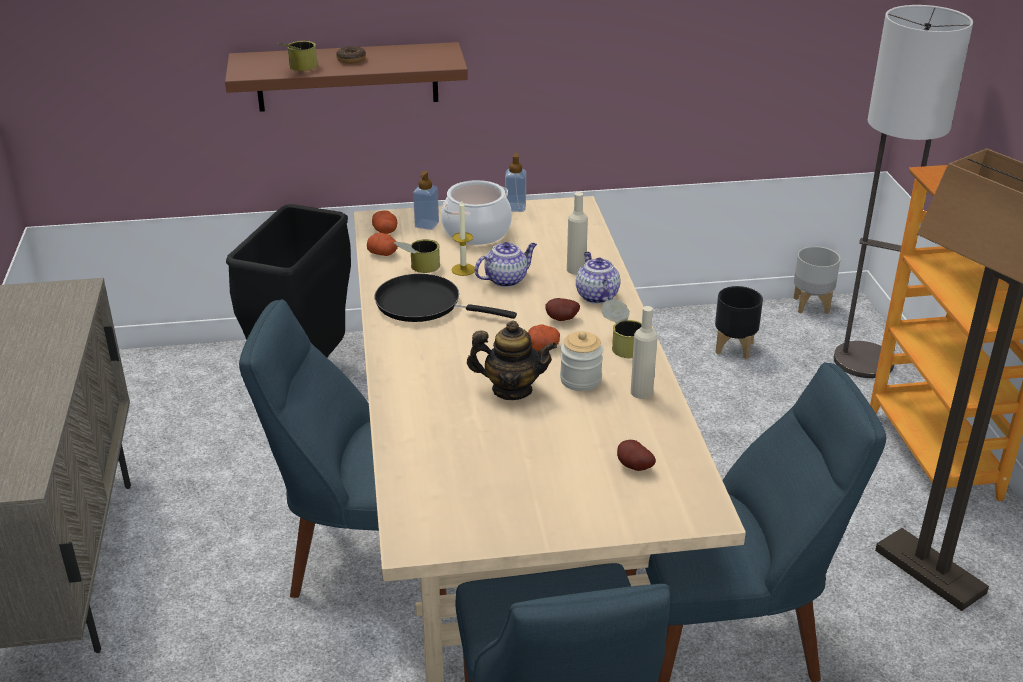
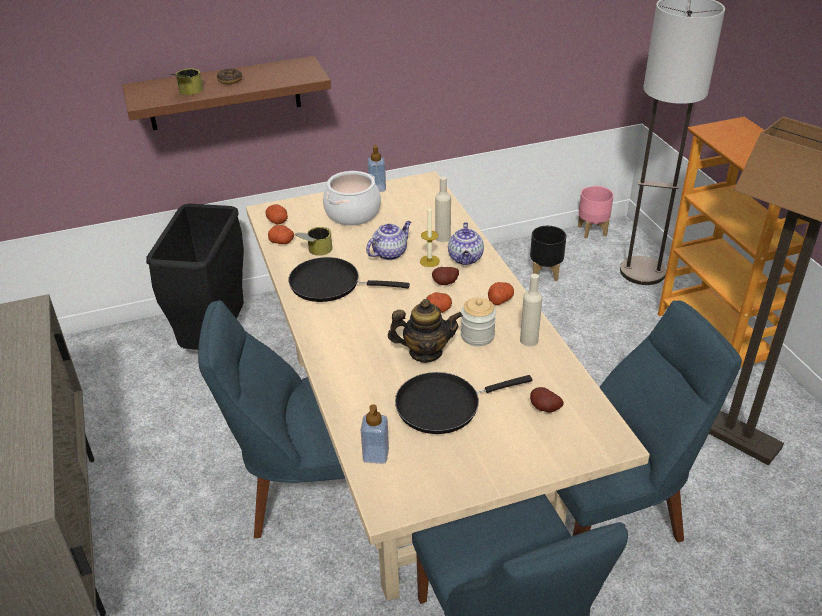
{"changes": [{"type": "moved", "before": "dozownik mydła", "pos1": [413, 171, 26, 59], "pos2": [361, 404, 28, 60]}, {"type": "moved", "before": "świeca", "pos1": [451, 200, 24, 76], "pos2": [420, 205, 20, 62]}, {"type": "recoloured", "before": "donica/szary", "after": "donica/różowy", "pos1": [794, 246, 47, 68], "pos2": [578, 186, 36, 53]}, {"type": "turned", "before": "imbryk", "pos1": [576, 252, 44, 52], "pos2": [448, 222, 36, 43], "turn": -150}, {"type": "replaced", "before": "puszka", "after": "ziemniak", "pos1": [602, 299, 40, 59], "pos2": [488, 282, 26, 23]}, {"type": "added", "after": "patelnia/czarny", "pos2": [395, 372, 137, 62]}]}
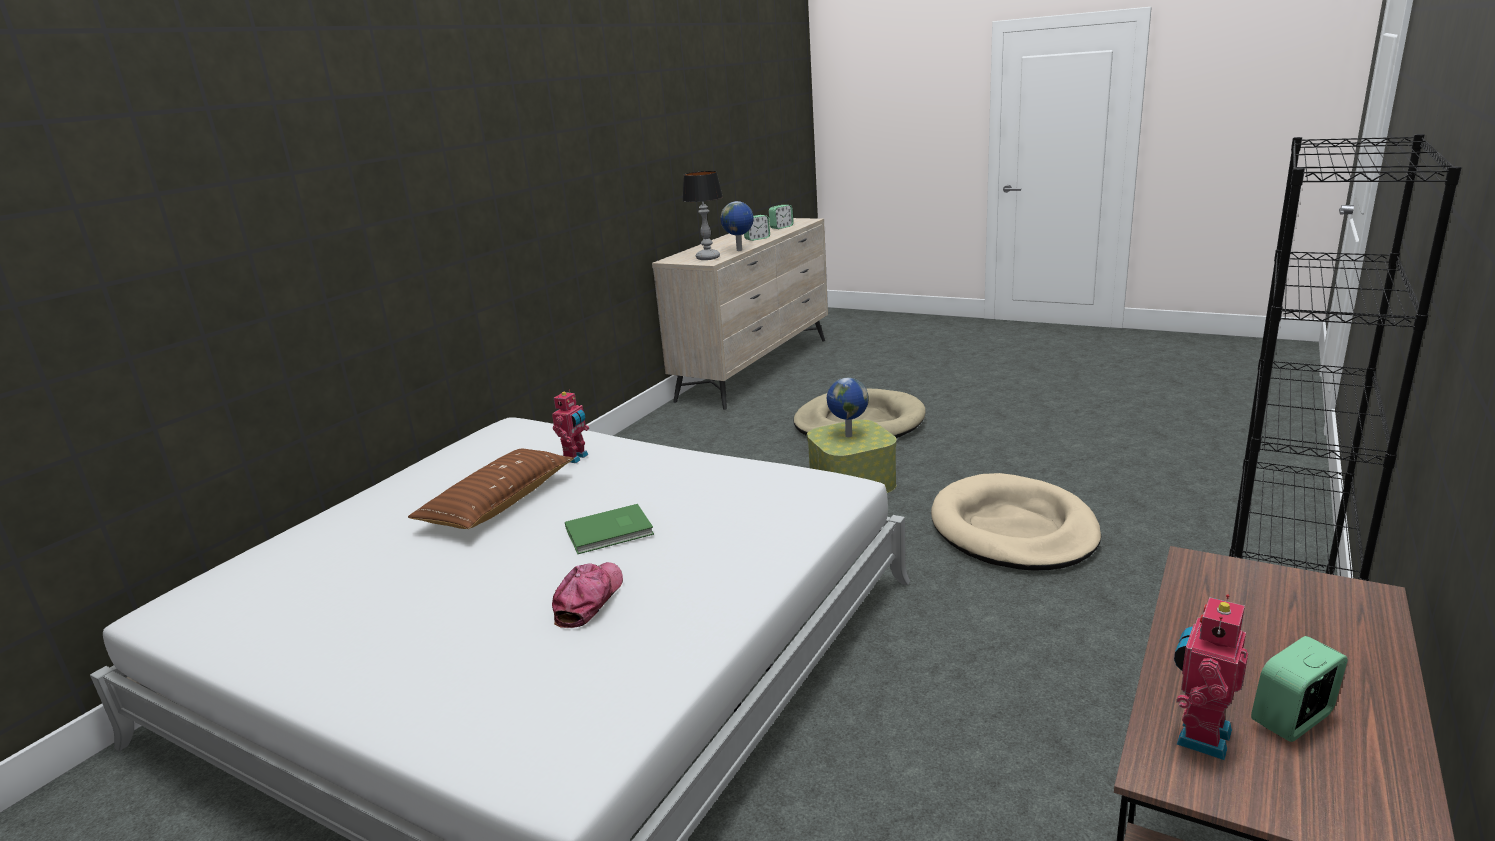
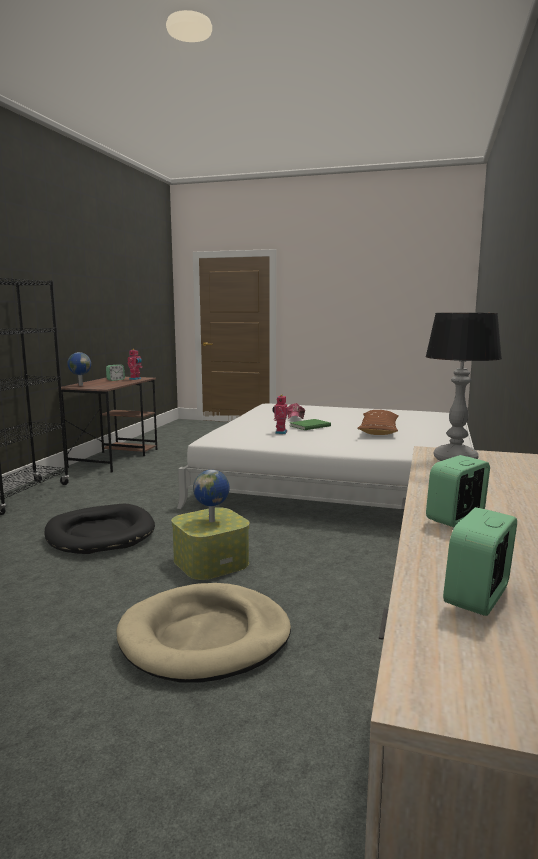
{"changes": [{"type": "moved", "before": "globus", "pos1": [721, 201, 32, 50], "pos2": [67, 352, 24, 34]}, {"type": "moved", "before": "robot zabawkowy", "pos1": [552, 390, 37, 73], "pos2": [272, 395, 16, 39]}, {"type": "recoloured", "before": "legowisko/beżowy", "after": "legowisko/czarny", "pos1": [931, 473, 170, 98], "pos2": [44, 504, 111, 50]}]}
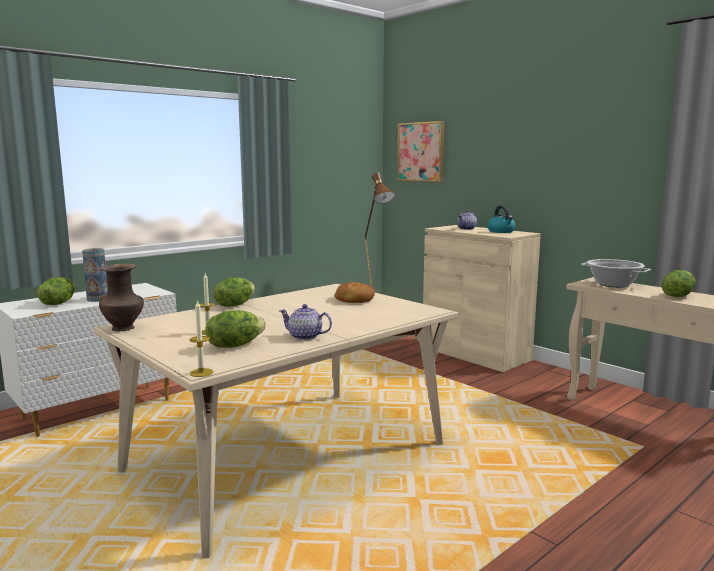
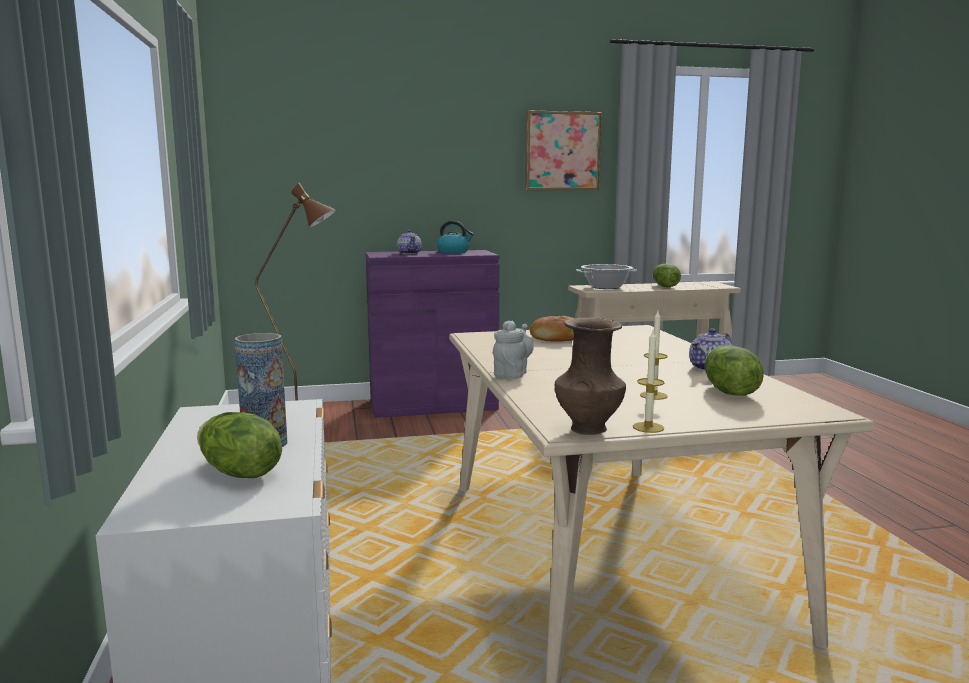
{"changes": [{"type": "moved", "before": "obraz", "pos1": [397, 121, 48, 61], "pos2": [525, 110, 77, 80]}, {"type": "recoloured", "before": "szafka/beżowy", "after": "szafka/fioletowy", "pos1": [423, 225, 118, 147], "pos2": [366, 250, 133, 168]}, {"type": "replaced", "before": "sałata", "after": "imbryk/szary", "pos1": [213, 278, 42, 29], "pos2": [493, 320, 40, 59]}, {"type": "moved", "before": "świeca", "pos1": [189, 300, 24, 77], "pos2": [633, 330, 31, 103]}]}
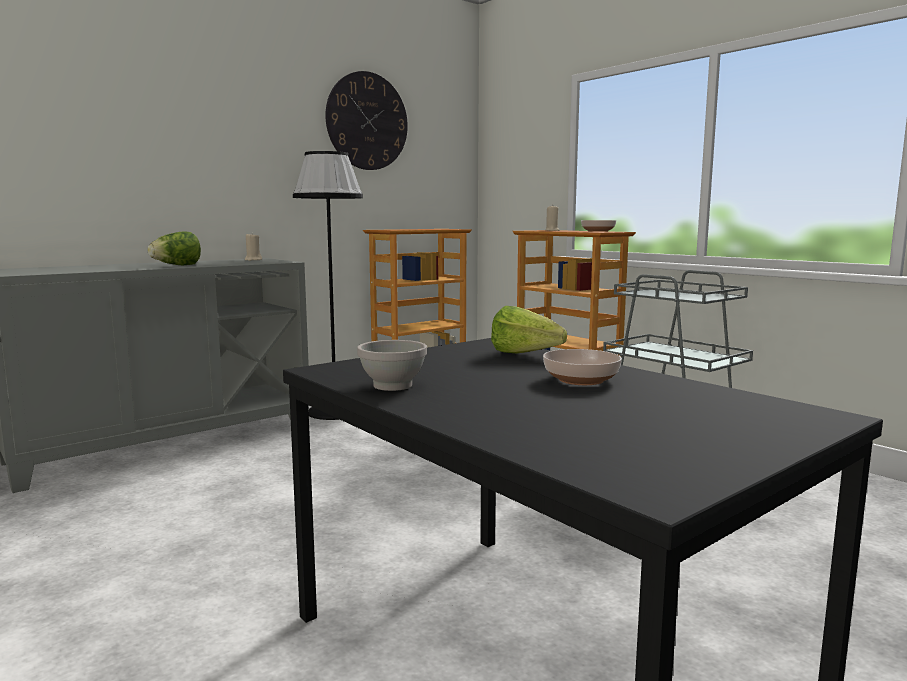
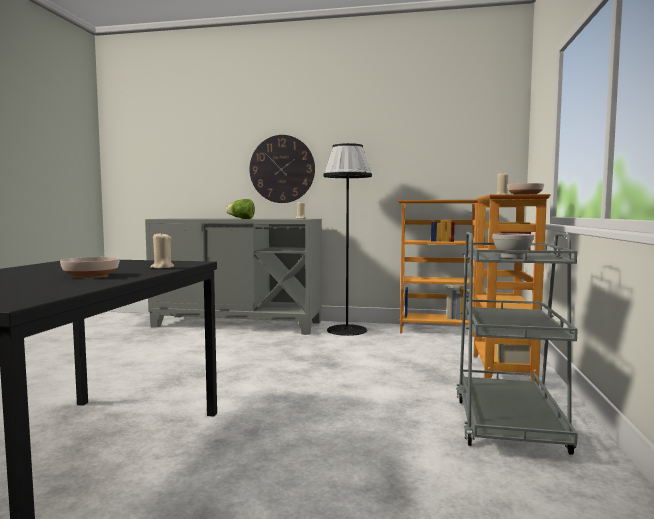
{"changes": [{"type": "moved", "before": "zegar ścienny", "pos1": [325, 71, 83, 99], "pos2": [250, 135, 65, 68]}, {"type": "replaced", "before": "sałata", "after": "świeca/beżowy", "pos1": [491, 306, 76, 48], "pos2": [150, 232, 24, 37]}, {"type": "moved", "before": "miska/biały", "pos1": [357, 340, 70, 51], "pos2": [492, 233, 42, 26]}]}
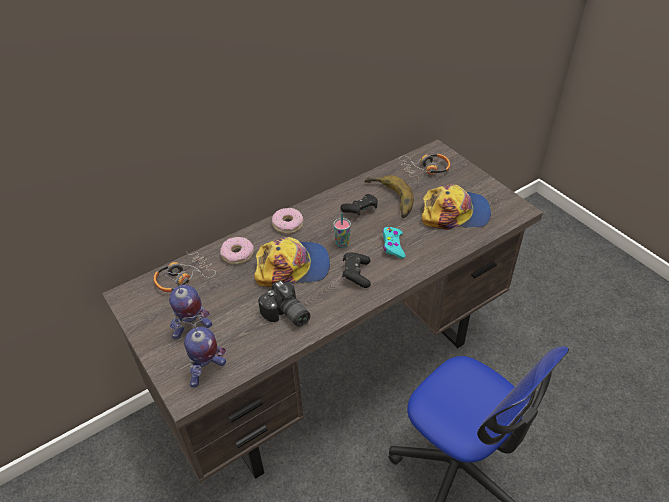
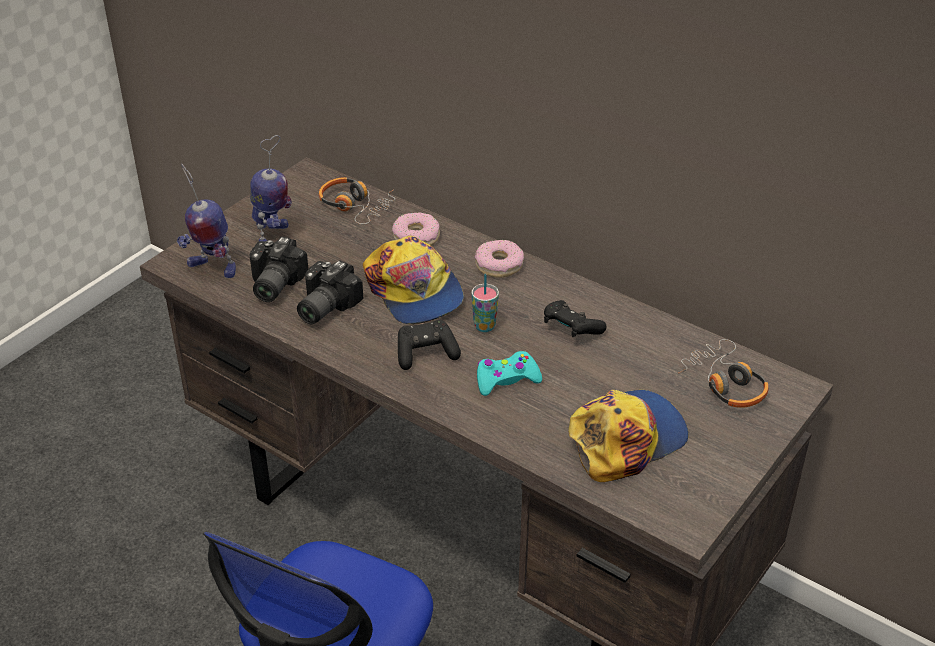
{"changes": [{"type": "removed", "before": "banan", "pos1": [364, 175, 50, 43]}, {"type": "turned", "before": "czapka z daszkiem", "pos1": [421, 184, 70, 46], "pos2": [568, 390, 121, 92], "turn": -105}, {"type": "turned", "before": "robot zabawkowy", "pos1": [164, 272, 48, 68], "pos2": [250, 135, 42, 106], "turn": -120}, {"type": "added", "after": "aparat fotograficzny", "pos2": [250, 237, 58, 65]}]}
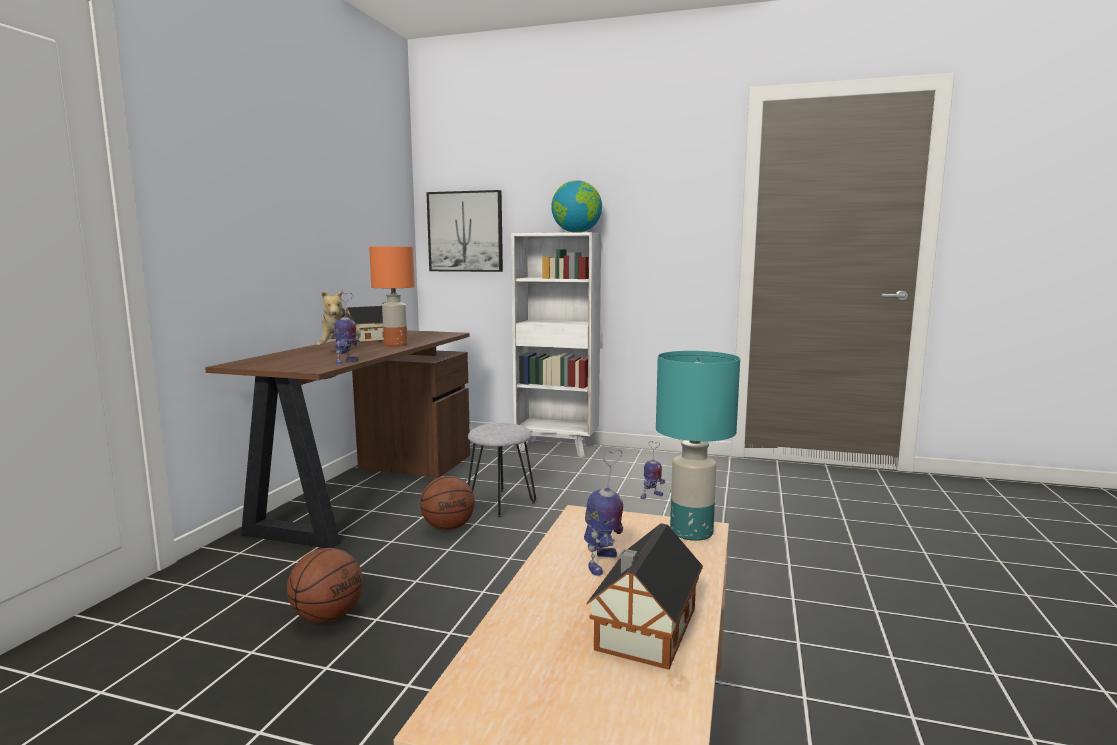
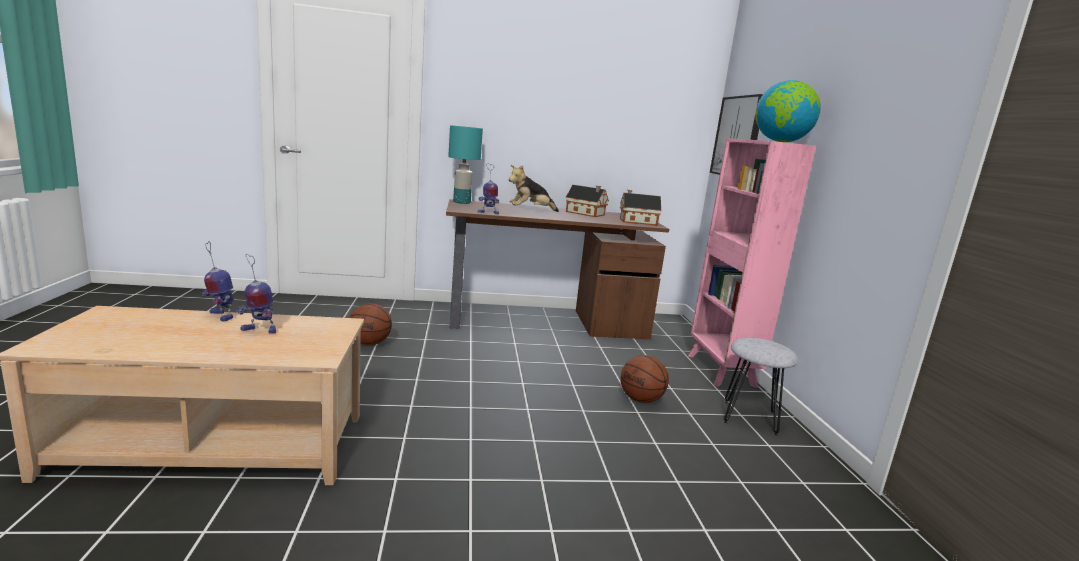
{"changes": [{"type": "recoloured", "before": "regał/biały", "after": "regał/różowy", "pos1": [511, 232, 90, 225], "pos2": [688, 138, 128, 250]}, {"type": "removed", "before": "lampa stołowa/pomarańczowy", "pos1": [369, 246, 46, 100]}, {"type": "moved", "before": "lampa stołowa/turkusowy", "pos1": [656, 351, 84, 190], "pos2": [448, 125, 35, 79]}, {"type": "moved", "before": "stołek/szary", "pos1": [468, 423, 68, 95], "pos2": [723, 338, 76, 98]}, {"type": "moved", "before": "robot zabawkowy", "pos1": [641, 441, 24, 58], "pos2": [202, 241, 32, 80]}, {"type": "moved", "before": "piłka do koszykówki", "pos1": [420, 476, 55, 55], "pos2": [621, 355, 48, 48]}, {"type": "moved", "before": "domek", "pos1": [586, 523, 117, 147], "pos2": [620, 190, 41, 36]}]}
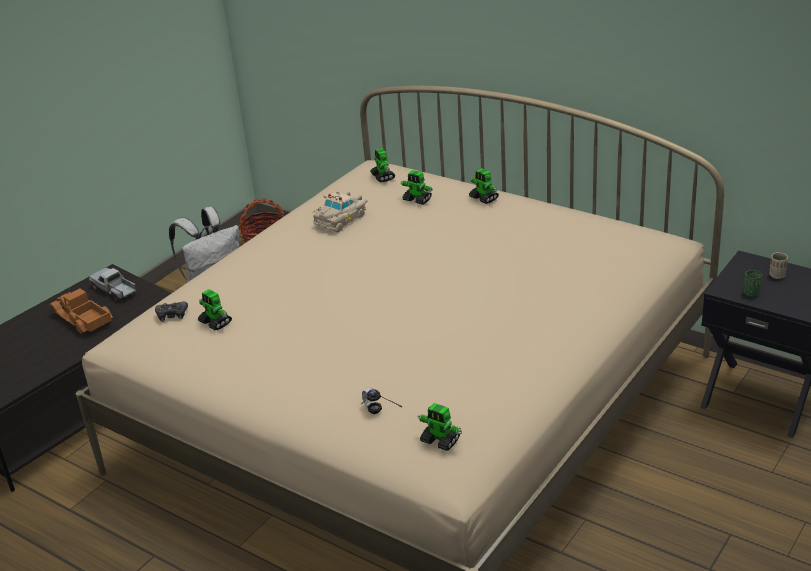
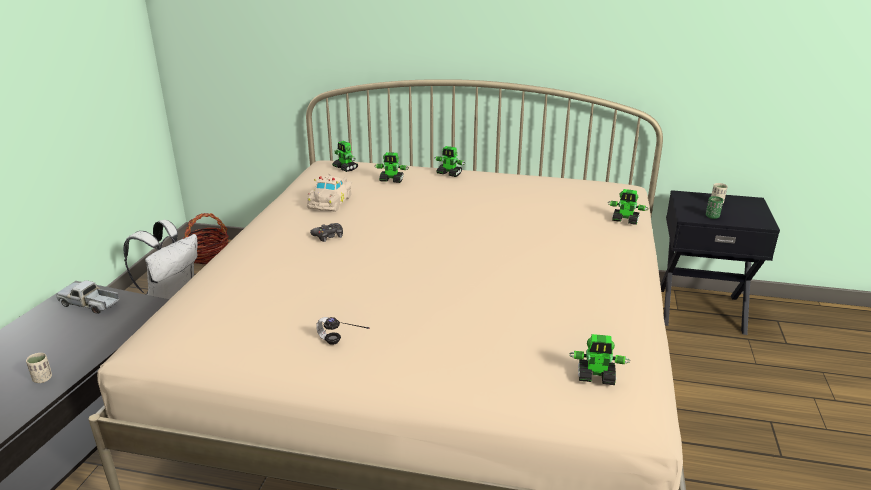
{"changes": [{"type": "removed", "before": "ciężarówka zabawkowa", "pos1": [49, 289, 64, 45]}, {"type": "moved", "before": "robot zabawkowy", "pos1": [198, 289, 34, 41], "pos2": [607, 189, 42, 36]}, {"type": "moved", "before": "pad do gier/czarny", "pos1": [155, 302, 33, 20], "pos2": [310, 223, 33, 19]}, {"type": "moved", "before": "słuchawki", "pos1": [361, 387, 41, 27], "pos2": [316, 317, 54, 28]}, {"type": "added", "after": "filiżanka/beżowy", "pos2": [26, 353, 26, 30]}]}
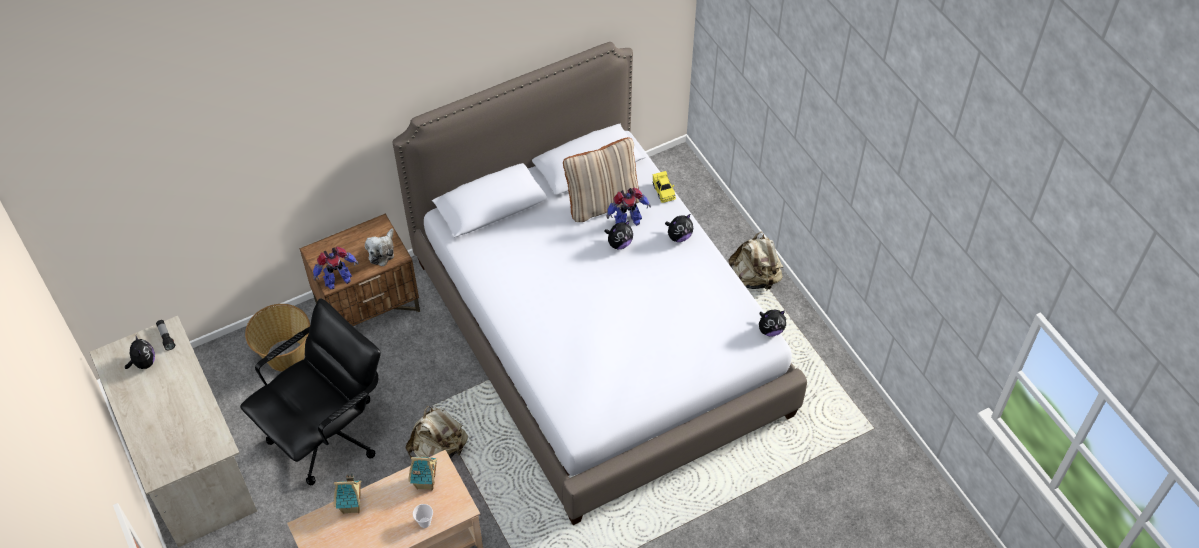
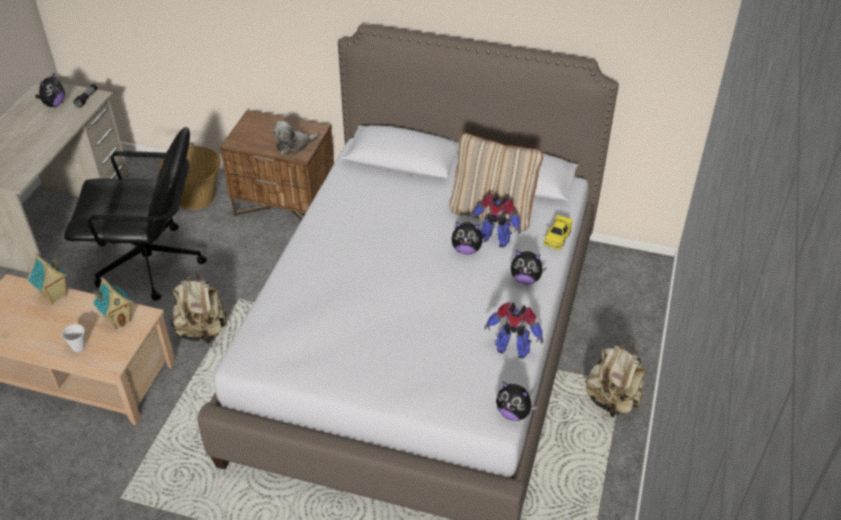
{"changes": [{"type": "moved", "before": "robot zabawkowy", "pos1": [313, 246, 45, 44], "pos2": [484, 302, 59, 56]}]}
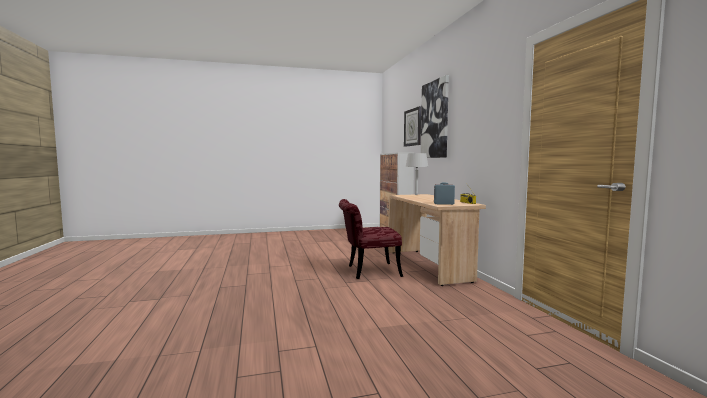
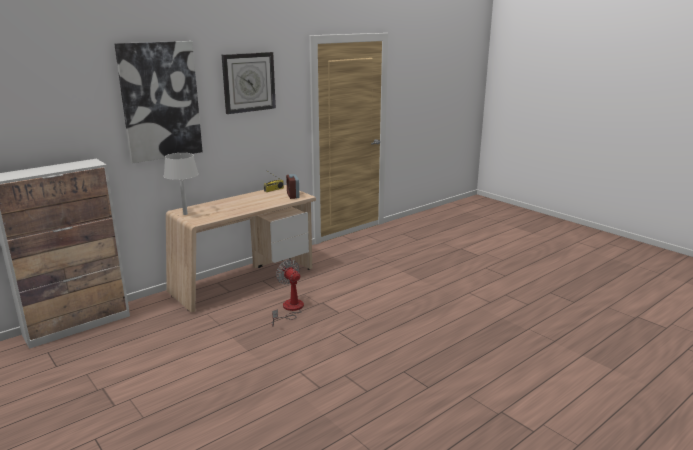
{"changes": [{"type": "moved", "before": "zegar ścienny", "pos1": [404, 106, 17, 41], "pos2": [222, 52, 54, 62]}, {"type": "replaced", "before": "krzesło/czerwony", "after": "wentylator", "pos1": [339, 199, 64, 80], "pos2": [272, 260, 32, 66]}]}
